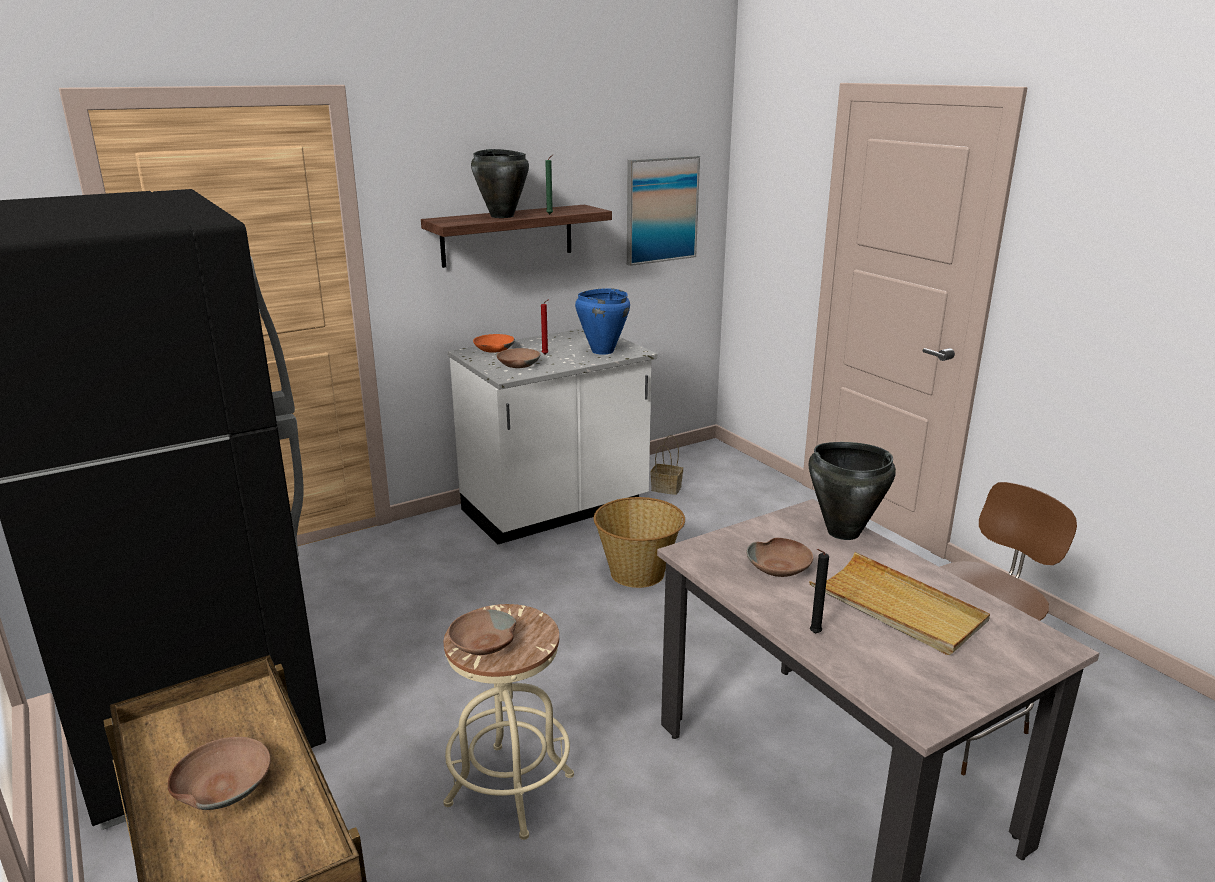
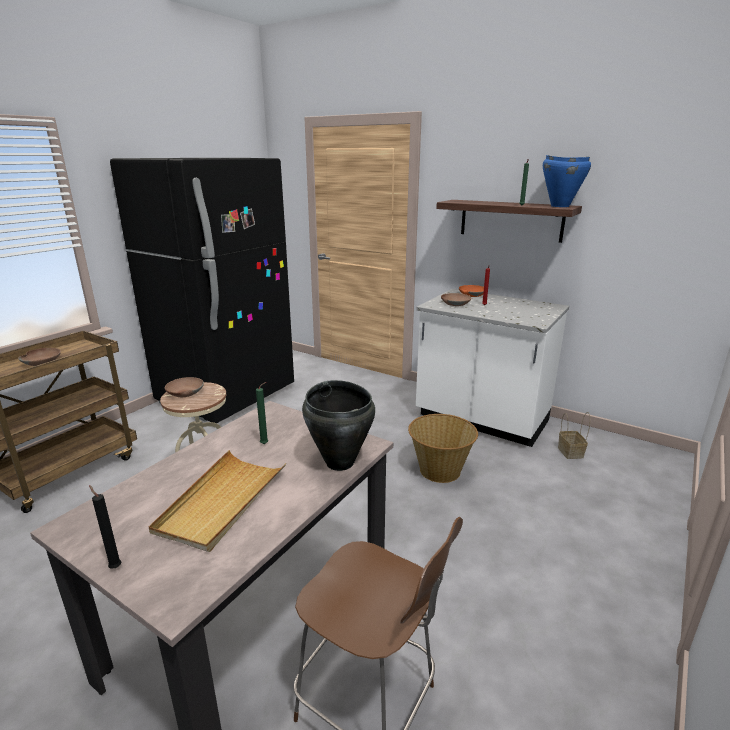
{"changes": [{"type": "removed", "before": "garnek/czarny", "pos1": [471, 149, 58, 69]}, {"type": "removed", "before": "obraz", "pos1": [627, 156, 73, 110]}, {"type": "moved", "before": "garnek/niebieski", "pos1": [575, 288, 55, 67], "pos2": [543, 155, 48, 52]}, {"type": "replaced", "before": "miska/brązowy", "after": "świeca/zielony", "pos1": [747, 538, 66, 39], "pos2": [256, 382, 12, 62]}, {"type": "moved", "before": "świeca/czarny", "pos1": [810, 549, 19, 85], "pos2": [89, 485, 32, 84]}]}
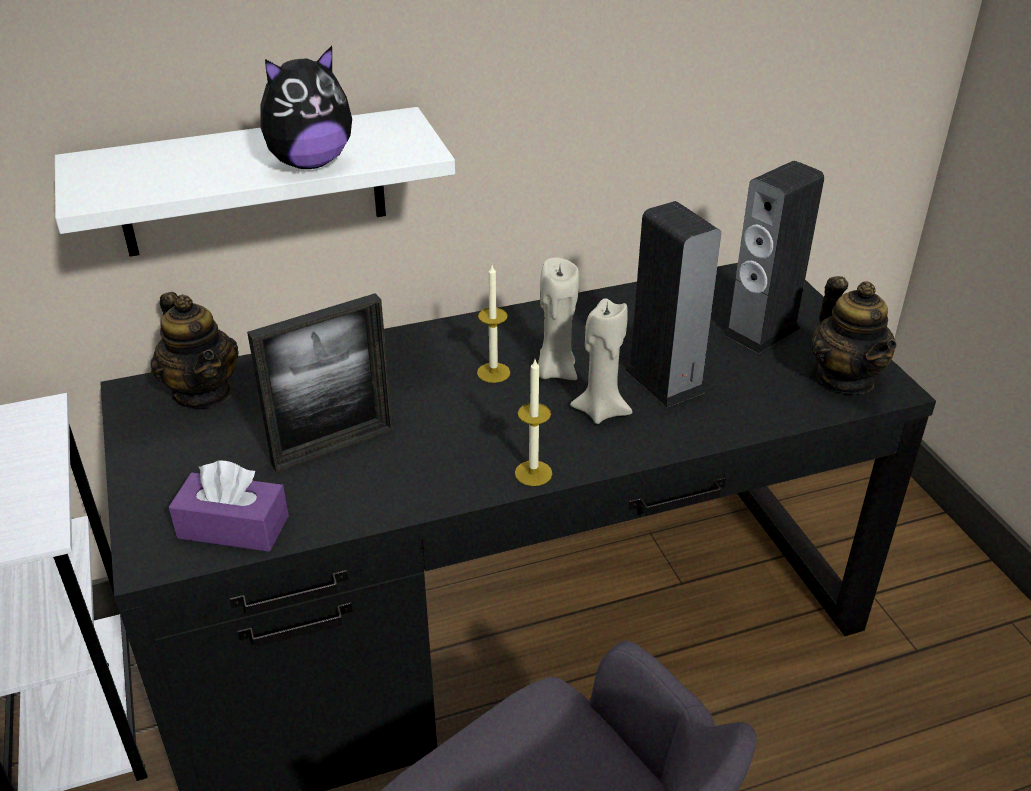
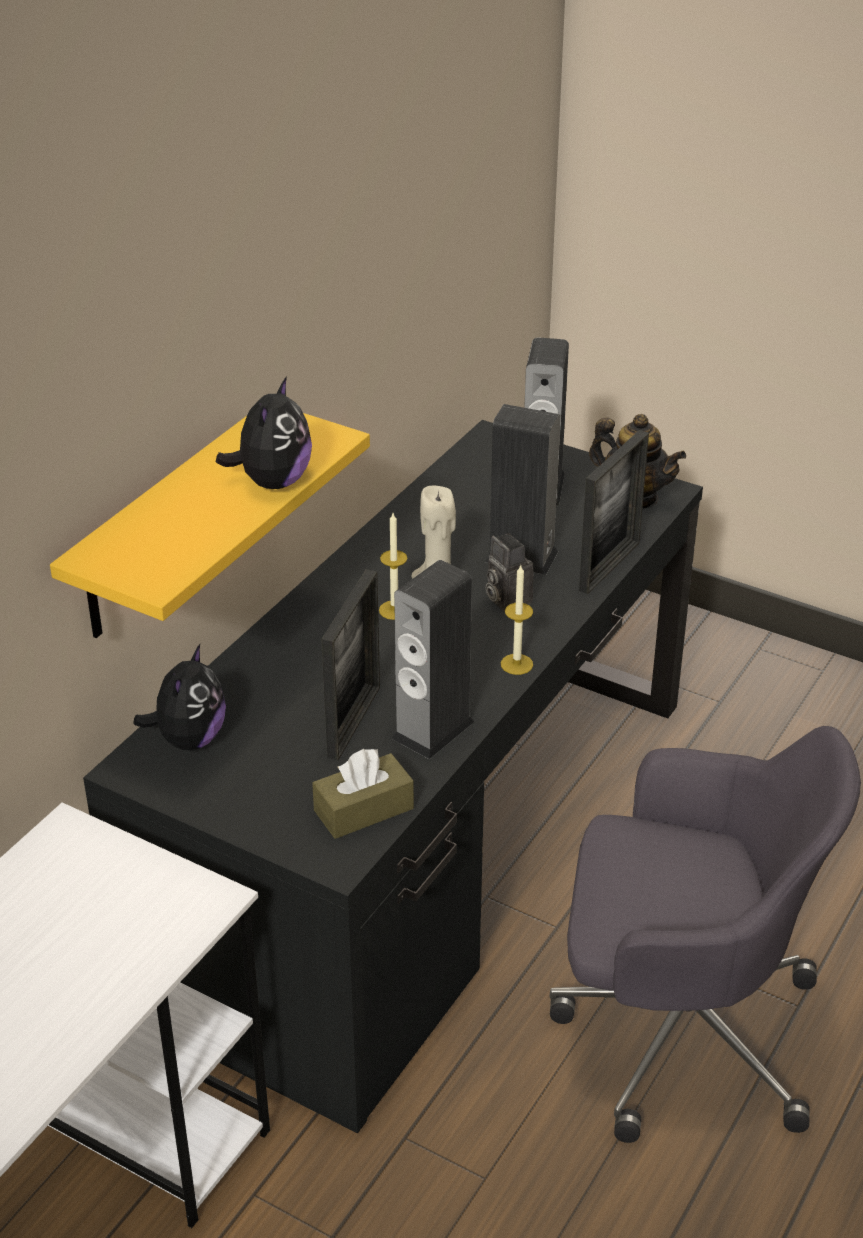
{"changes": [{"type": "recoloured", "before": "półka/biały", "after": "półka/żółty", "pos1": [55, 107, 400, 150], "pos2": [50, 413, 320, 225]}, {"type": "replaced", "before": "imbryk", "after": "pluszak", "pos1": [150, 292, 89, 116], "pos2": [133, 644, 93, 106]}, {"type": "replaced", "before": "świeca/beżowy", "after": "aparat fotograficzny", "pos1": [570, 298, 62, 126], "pos2": [486, 533, 48, 79]}, {"type": "recoloured", "before": "pudełko chusteczek/fioletowy", "after": "pudełko chusteczek/brązowy", "pos1": [169, 460, 120, 92], "pos2": [312, 749, 102, 90]}, {"type": "added", "after": "ramka na zdjęcie", "pos2": [579, 430, 70, 164]}, {"type": "added", "after": "głośnik", "pos2": [391, 560, 83, 199]}]}
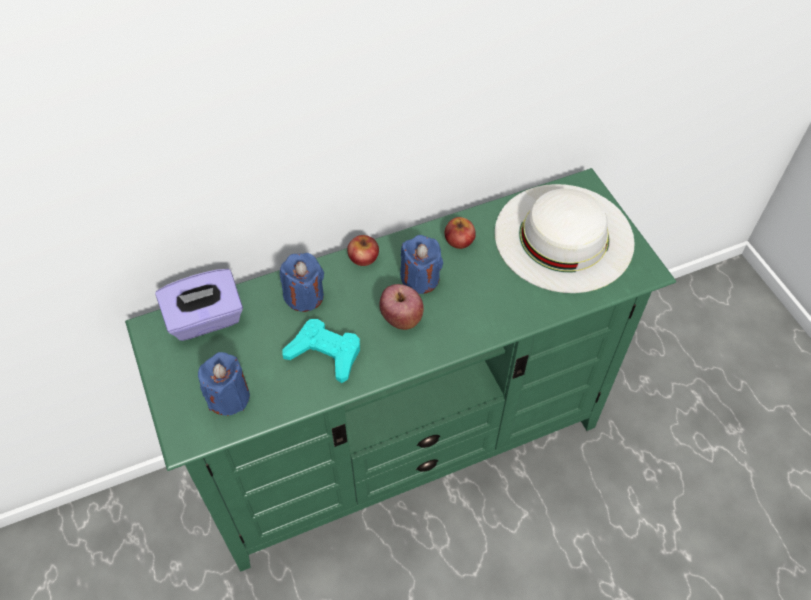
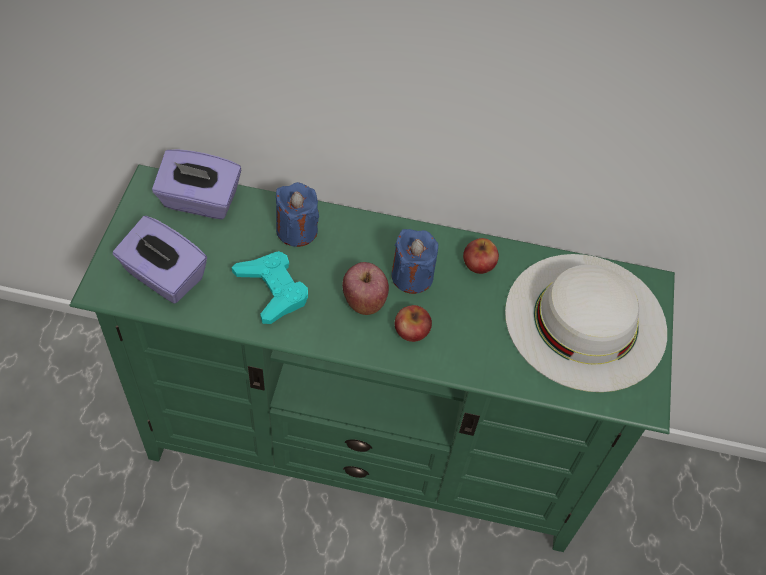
{"changes": [{"type": "moved", "before": "jabłko", "pos1": [347, 235, 32, 31], "pos2": [395, 305, 37, 37]}, {"type": "replaced", "before": "świeca/niebieski", "after": "pudełko chusteczek/fioletowy", "pos1": [198, 352, 52, 64], "pos2": [113, 216, 94, 88]}]}
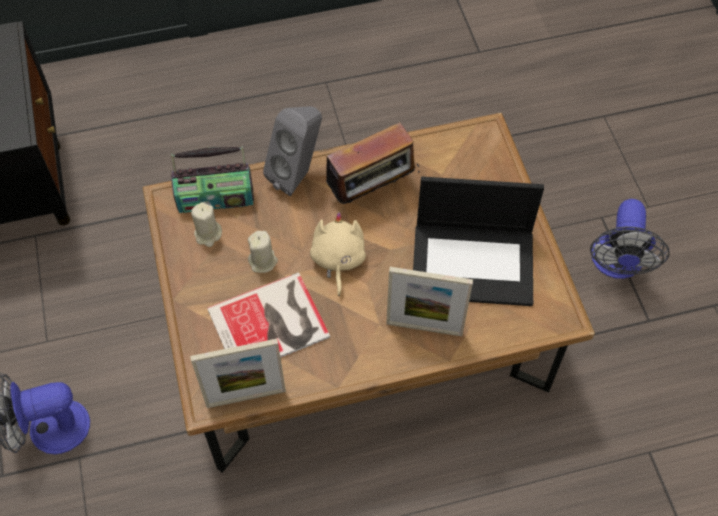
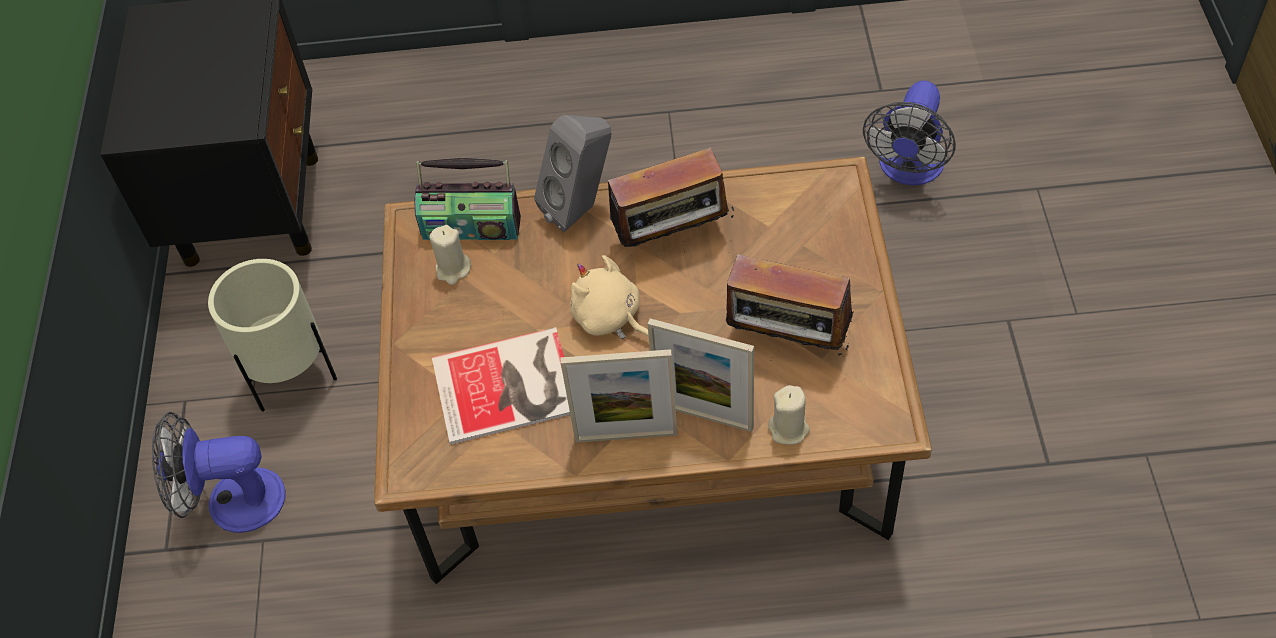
{"changes": [{"type": "replaced", "before": "laptop", "after": "radio", "pos1": [413, 177, 131, 129], "pos2": [726, 254, 127, 107]}, {"type": "moved", "before": "wentylator", "pos1": [590, 199, 80, 80], "pos2": [863, 81, 93, 105]}, {"type": "turned", "before": "pluszak/beżowy", "pos1": [310, 212, 56, 84], "pos2": [570, 255, 79, 84], "turn": -60}, {"type": "moved", "before": "świeca/beżowy", "pos1": [248, 231, 30, 42], "pos2": [768, 385, 42, 60]}, {"type": "moved", "before": "ramka na zdjęcie", "pos1": [190, 339, 96, 69], "pos2": [561, 349, 116, 94]}, {"type": "added", "after": "donica/beżowy", "pos2": [208, 259, 129, 153]}]}
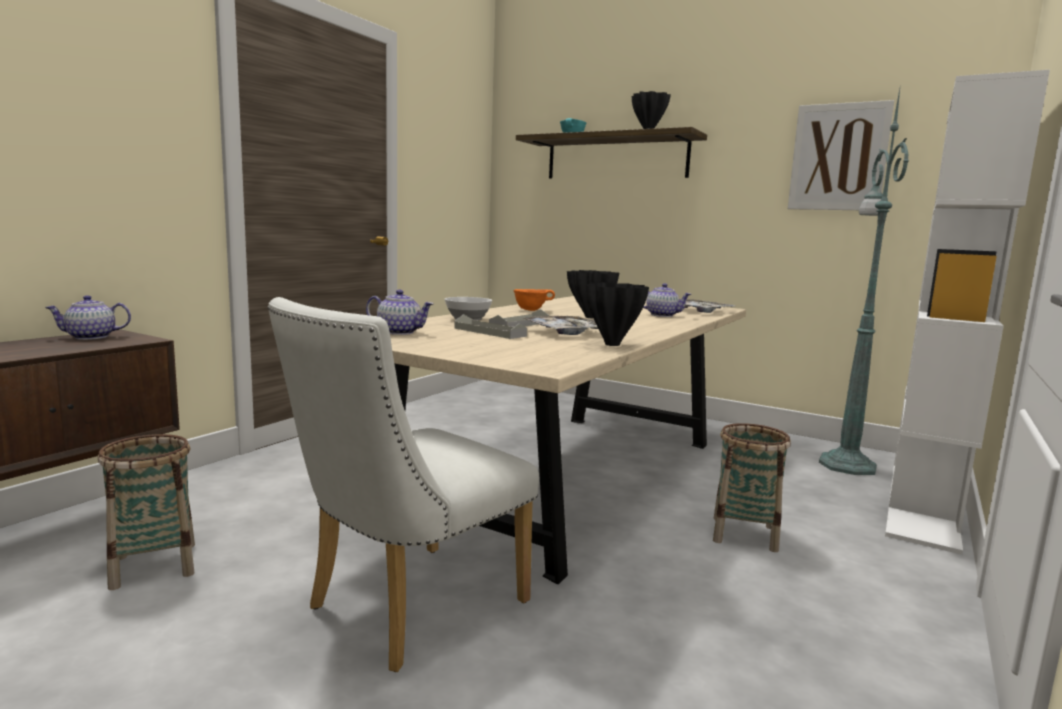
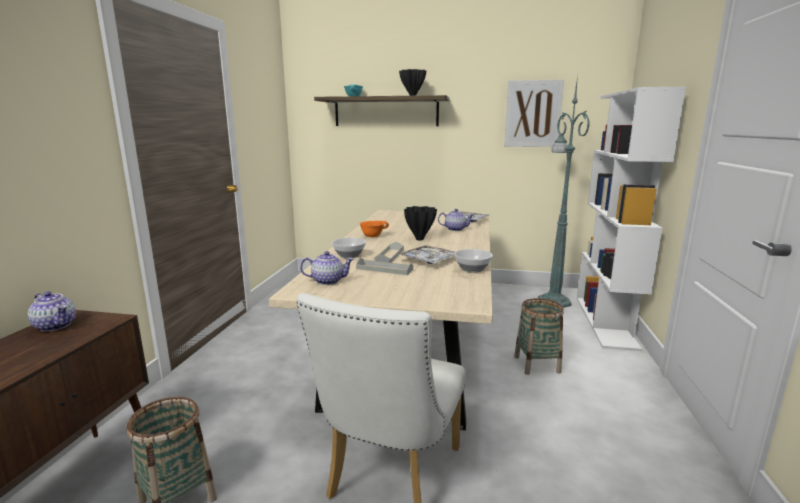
{"changes": [{"type": "replaced", "before": "wazon/czarny", "after": "miska", "pos1": [586, 282, 63, 64], "pos2": [454, 249, 39, 24]}, {"type": "turned", "before": "imbryk", "pos1": [45, 295, 86, 45], "pos2": [28, 291, 48, 41], "turn": -105}]}
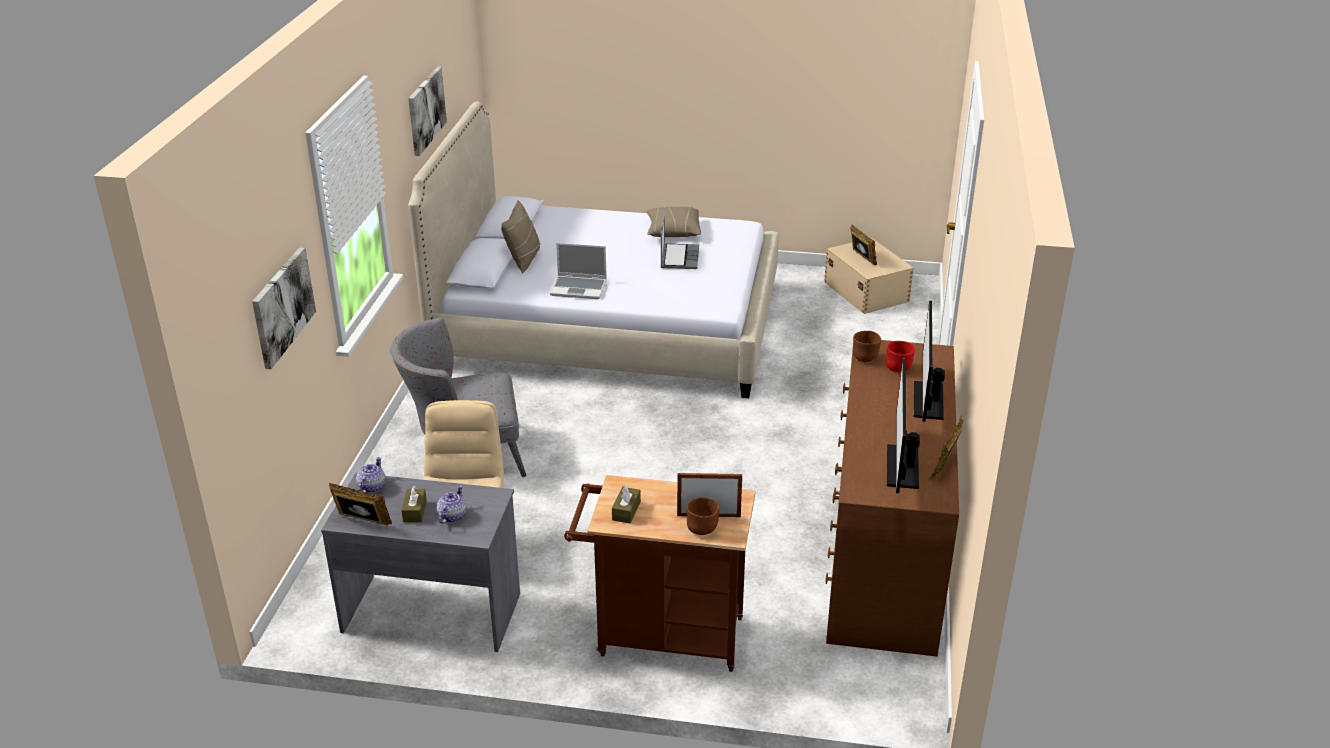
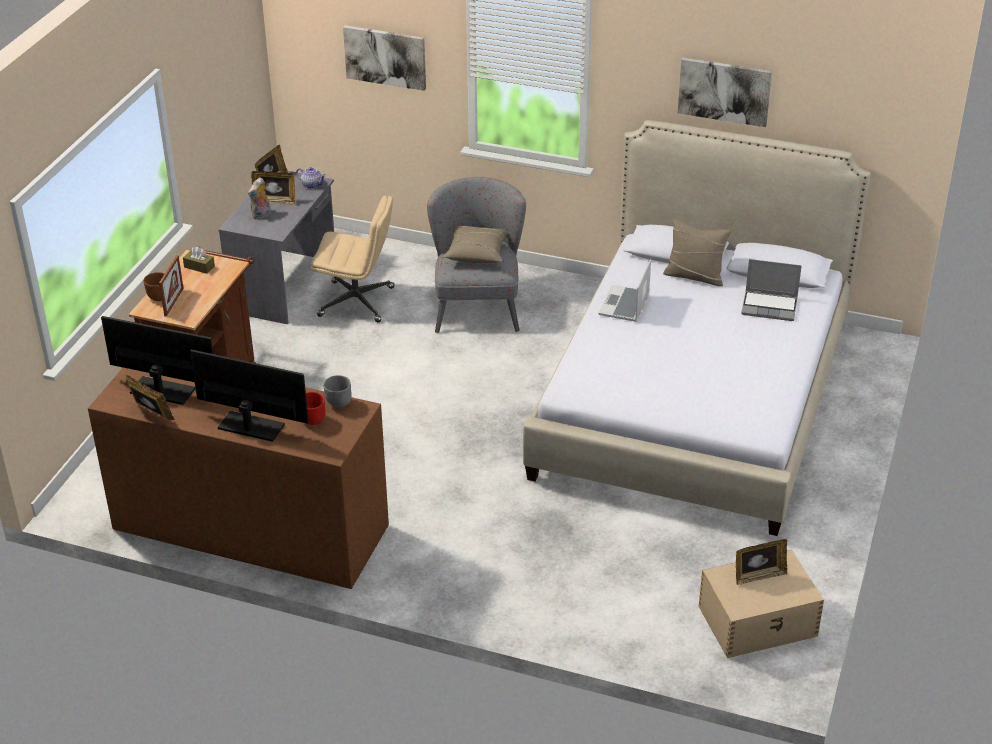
{"changes": [{"type": "moved", "before": "poduszka/beżowy", "pos1": [646, 206, 55, 31], "pos2": [443, 226, 65, 37]}, {"type": "moved", "before": "laptop", "pos1": [661, 212, 38, 57], "pos2": [741, 259, 61, 62]}, {"type": "recoloured", "before": "miska/brązowy", "after": "miska/szary", "pos1": [853, 331, 28, 31], "pos2": [324, 375, 28, 32]}, {"type": "replaced", "before": "imbryk", "after": "pluszak", "pos1": [437, 485, 29, 39], "pos2": [248, 178, 23, 42]}, {"type": "replaced", "before": "pudełko chusteczek/brązowy", "after": "ramka na zdjęcie", "pos1": [401, 486, 26, 36], "pos2": [251, 171, 44, 34]}]}
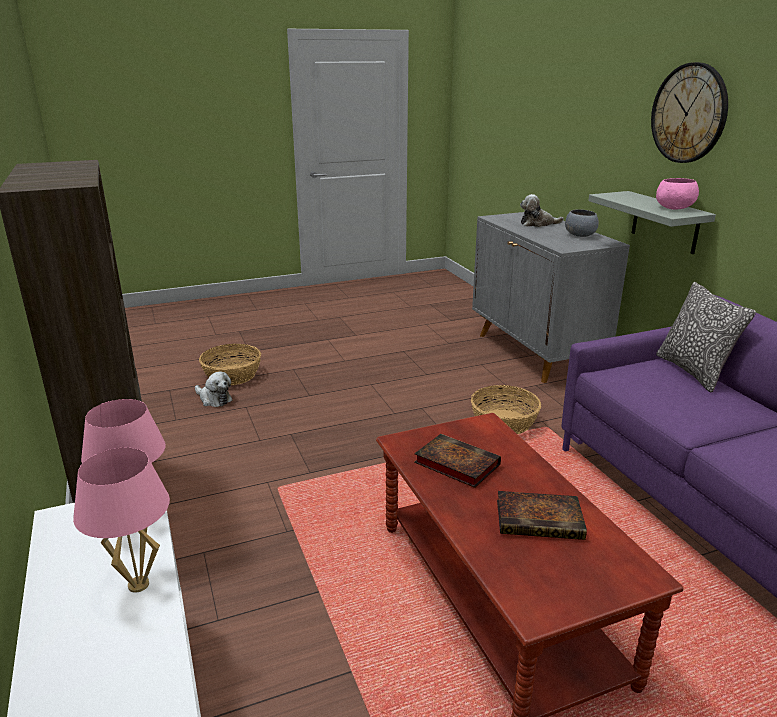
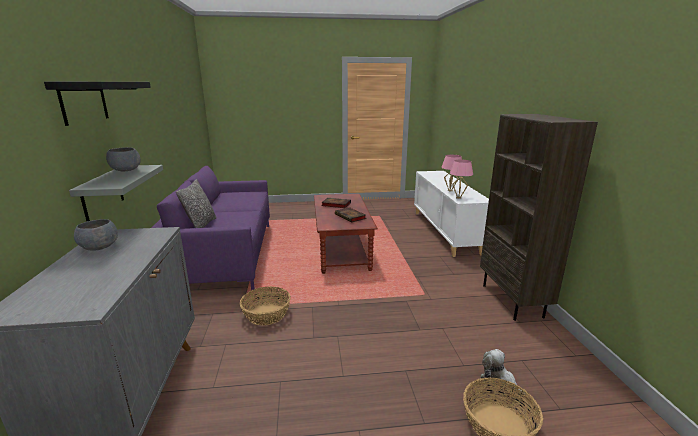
{"changes": [{"type": "replaced", "before": "zegar ścienny", "after": "półka/czarny", "pos1": [651, 62, 77, 101], "pos2": [44, 82, 107, 44]}, {"type": "recoloured", "before": "miska/różowy", "after": "miska/szary", "pos1": [656, 178, 43, 31], "pos2": [106, 147, 35, 24]}, {"type": "removed", "before": "pluszak", "pos1": [520, 194, 44, 33]}]}
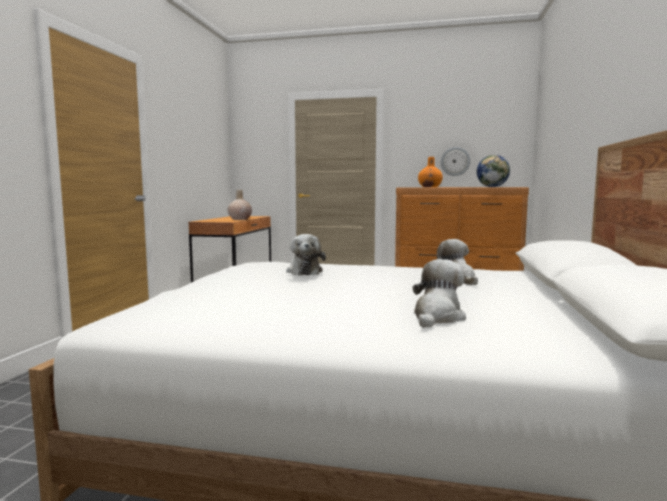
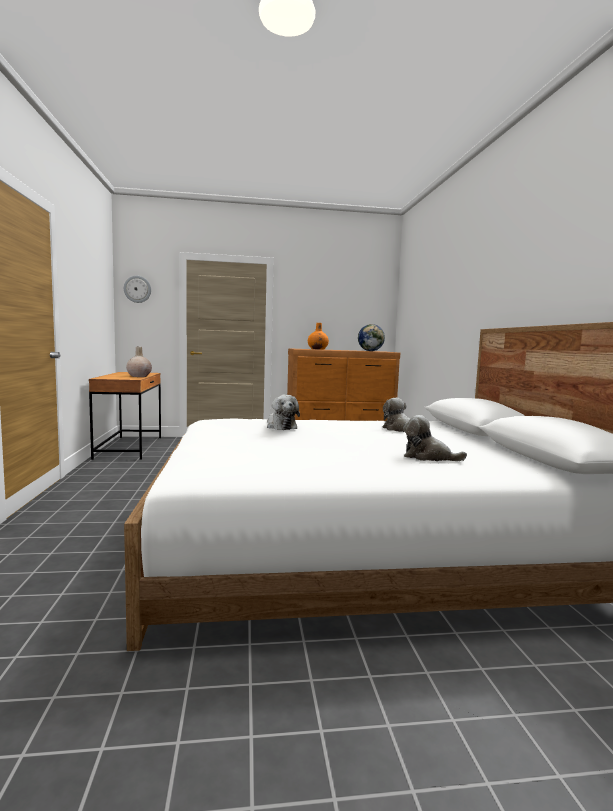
{"changes": [{"type": "moved", "before": "zegar ścienny", "pos1": [441, 147, 29, 29], "pos2": [124, 276, 27, 27]}, {"type": "turned", "before": "pluszak", "pos1": [413, 259, 53, 69], "pos2": [403, 415, 64, 46], "turn": -75}]}
